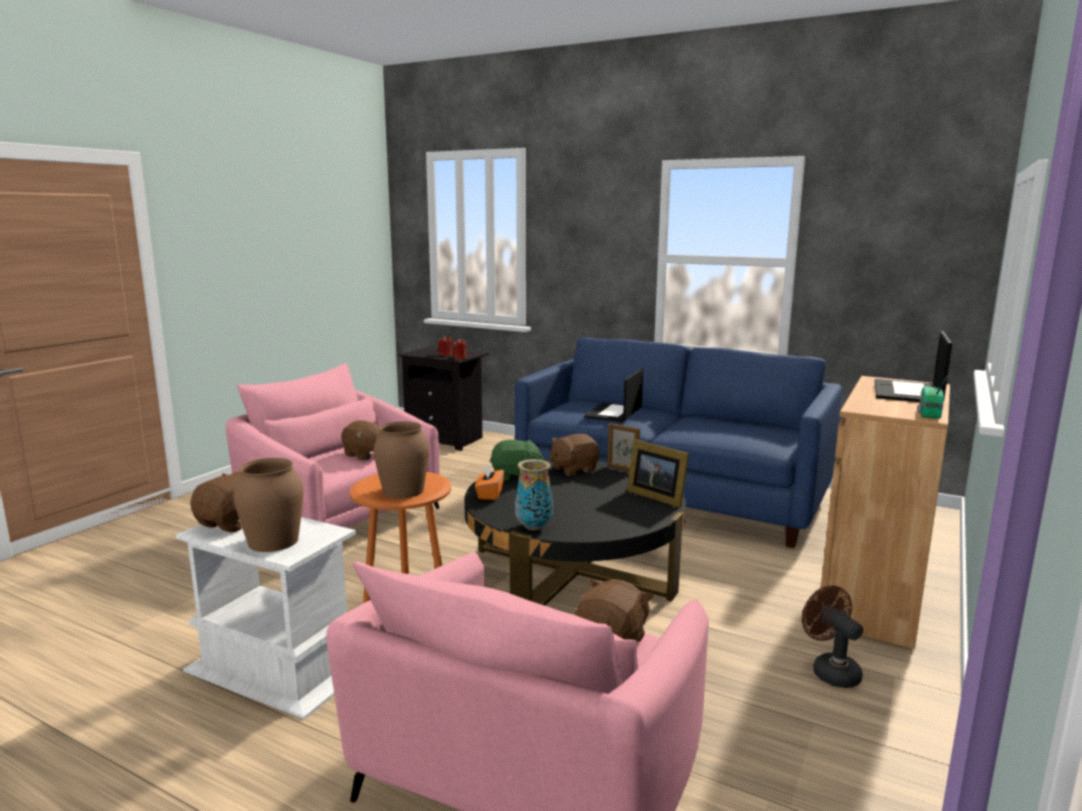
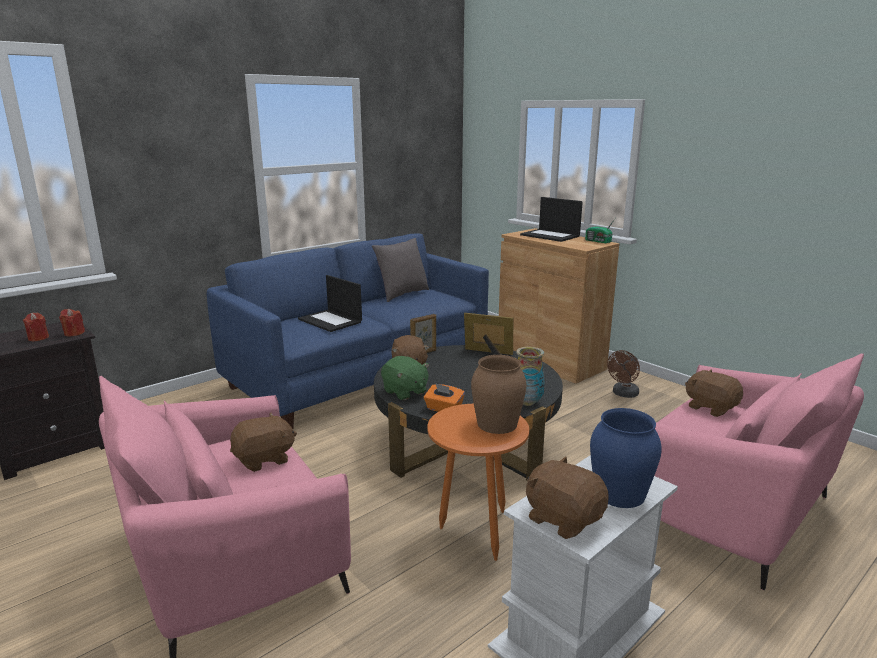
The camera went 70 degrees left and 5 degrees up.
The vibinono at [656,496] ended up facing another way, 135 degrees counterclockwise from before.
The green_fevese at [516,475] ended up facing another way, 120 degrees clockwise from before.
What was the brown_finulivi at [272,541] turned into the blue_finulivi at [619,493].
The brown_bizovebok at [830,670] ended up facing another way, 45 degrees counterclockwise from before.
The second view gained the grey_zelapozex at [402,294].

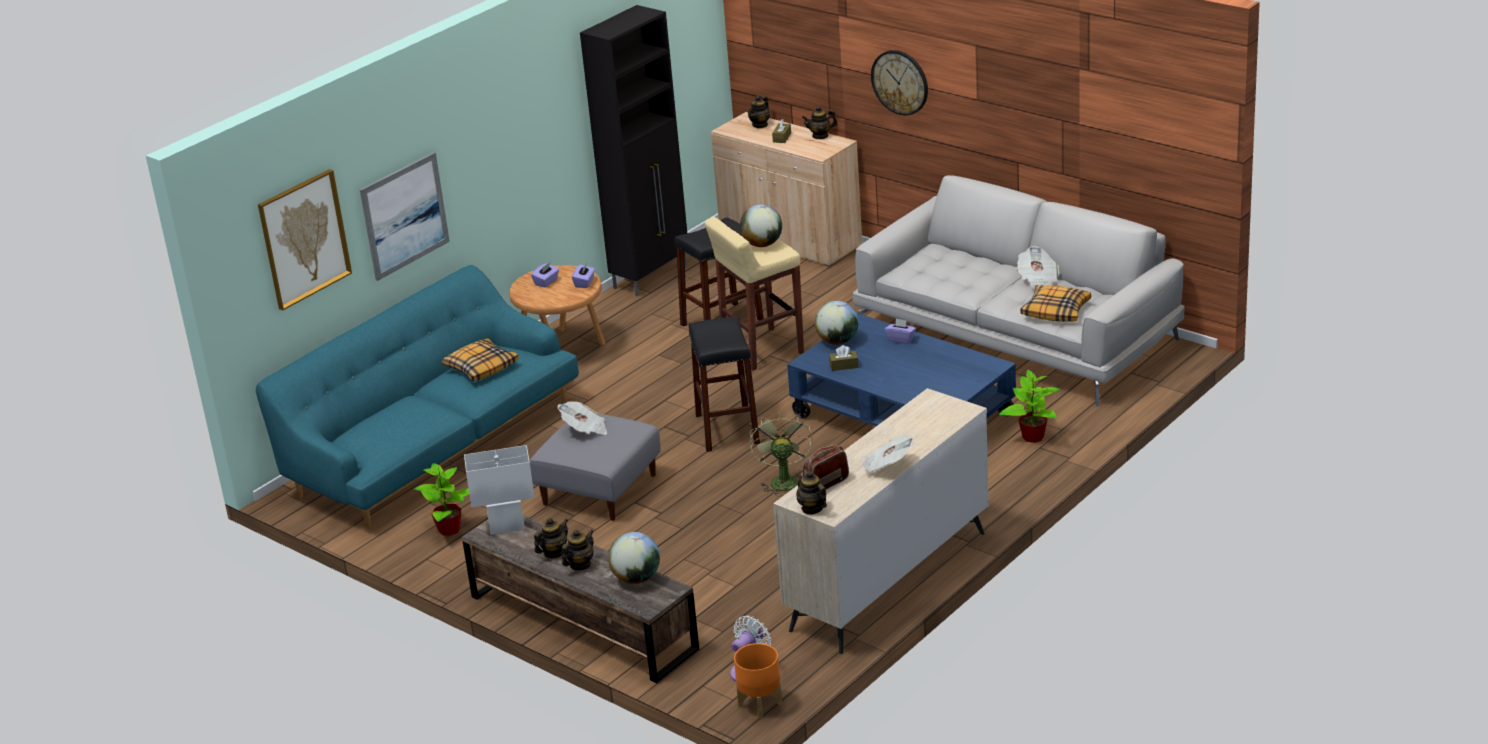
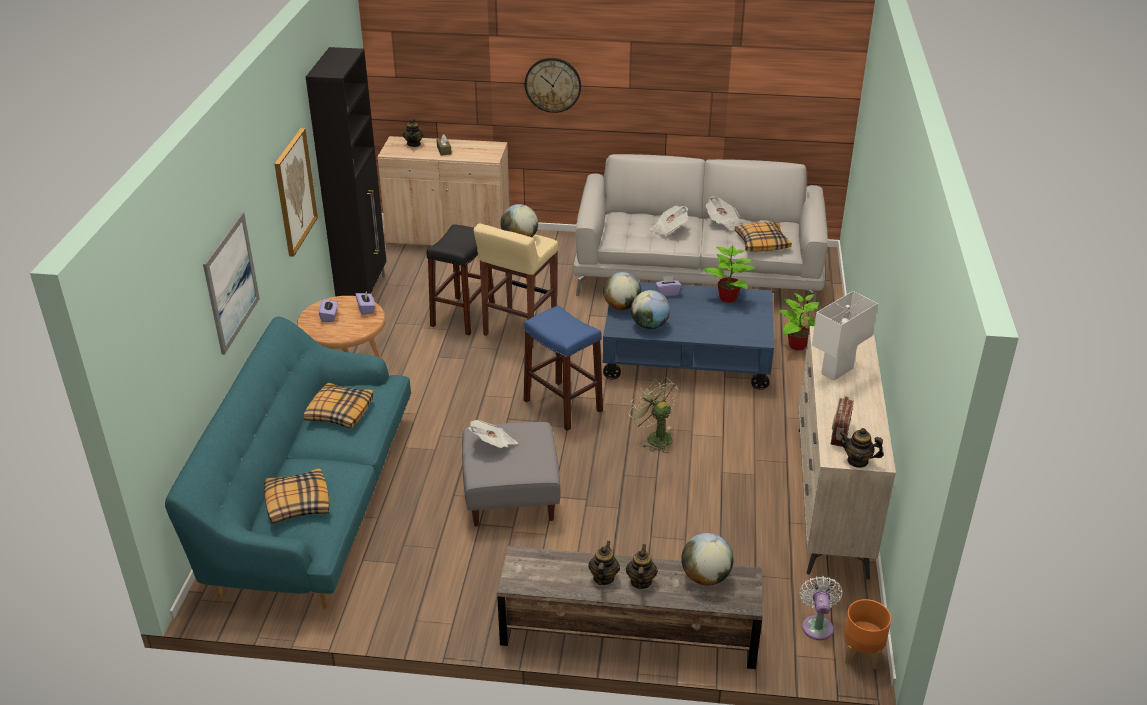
The camera went 35 degrees left and 5 degrees up.
The second view lost the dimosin at [820,136].
The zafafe ended up elsewhere, having gone from [304,239] to [294,192].
What was the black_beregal at [727,429] turned into the blue_beregal at [563,405].
Where the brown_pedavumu stood at [844,366], the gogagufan came to stand at [649,326].
The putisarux ended up elsewhere, having gone from [886,466] to [668,229].
The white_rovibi ended up elsewhere, having gone from [507,527] to [837,371].
The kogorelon ended up elsewhere, having gone from [450,530] to [729,298].
The second view gained the zelapozex at [297,503].

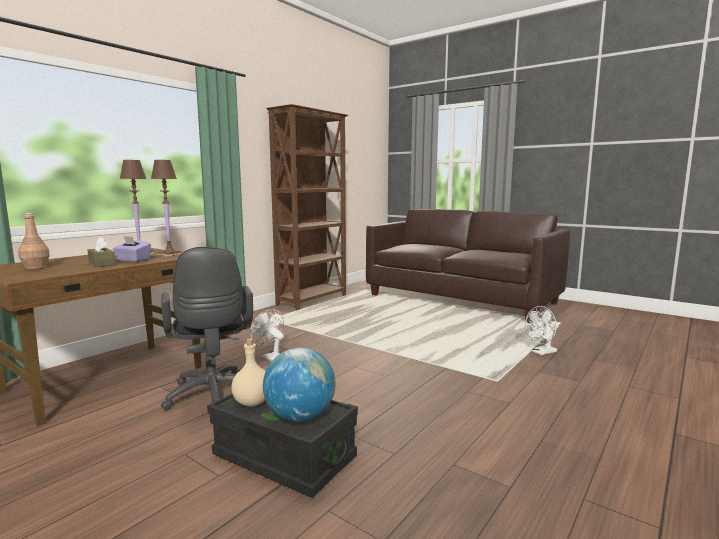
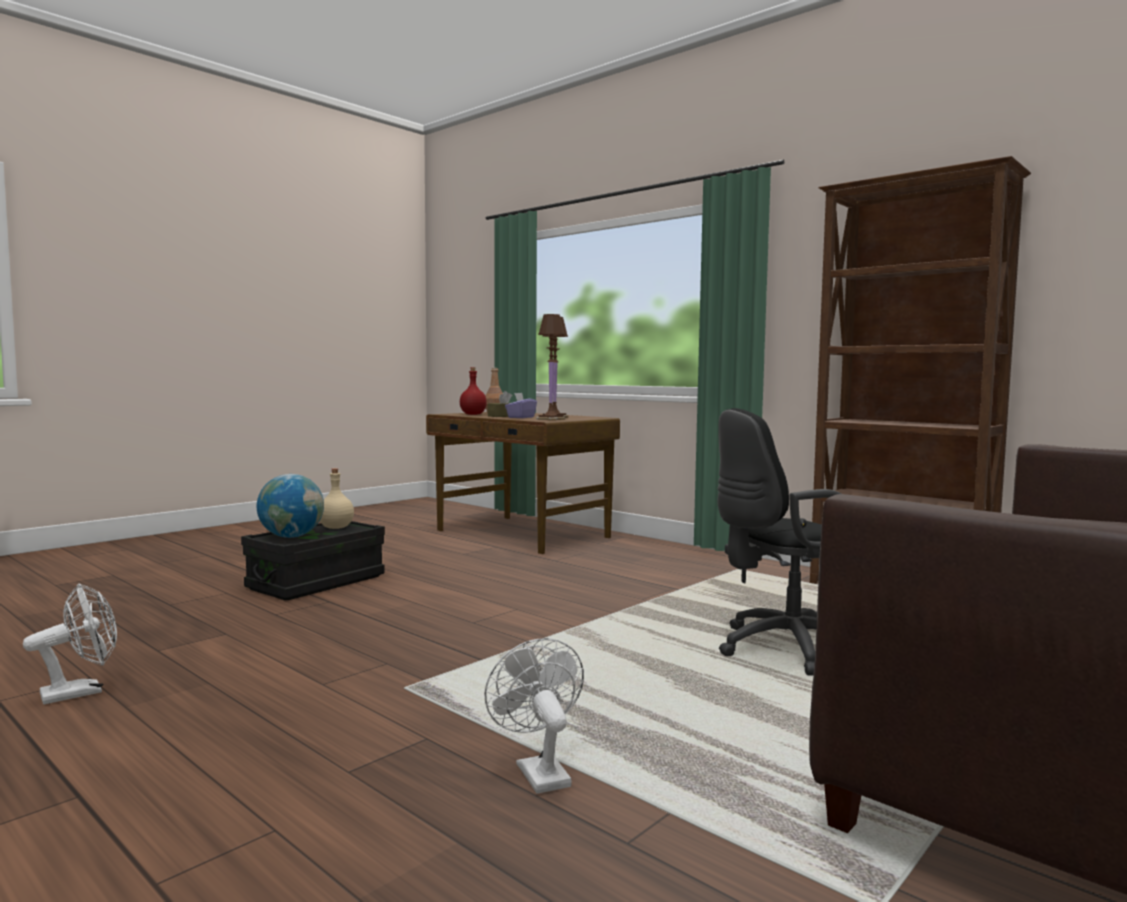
The camera went 95 degrees right and 5 degrees down.
The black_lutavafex ended up elsewhere, having gone from [212,397] to [782,649].
The white_bizovebok ended up elsewhere, having gone from [270,357] to [81,692].
The second view gained the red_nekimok at [473,414].

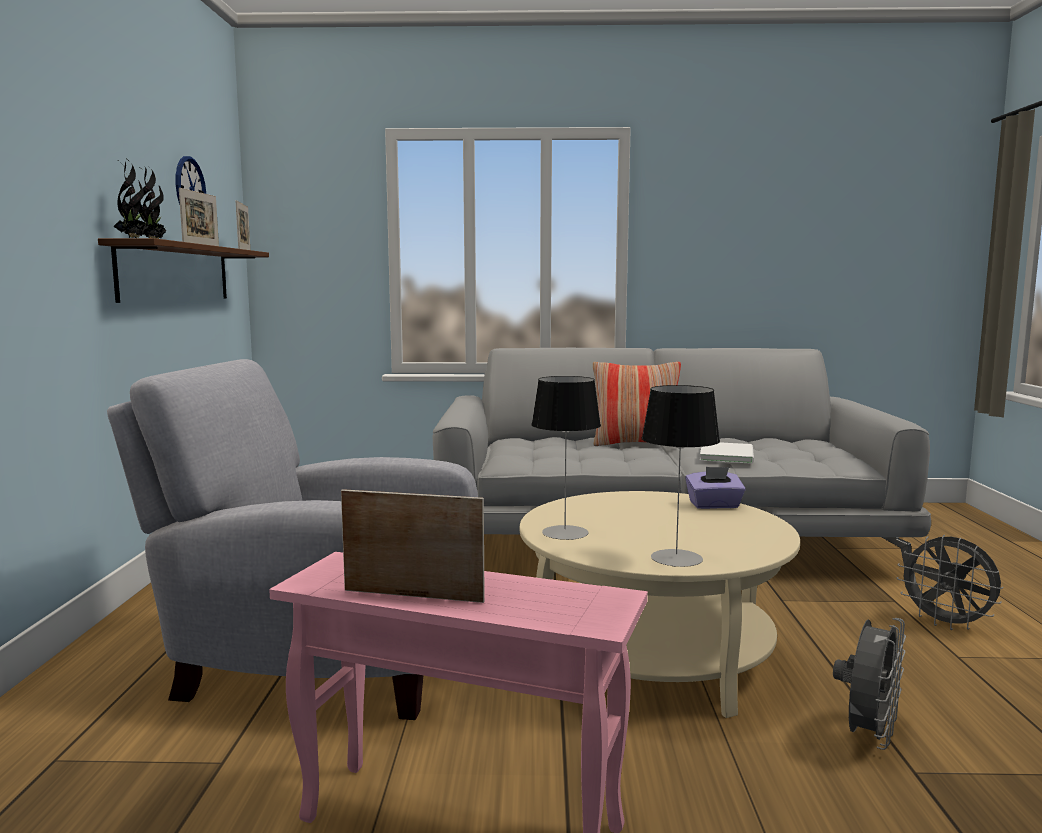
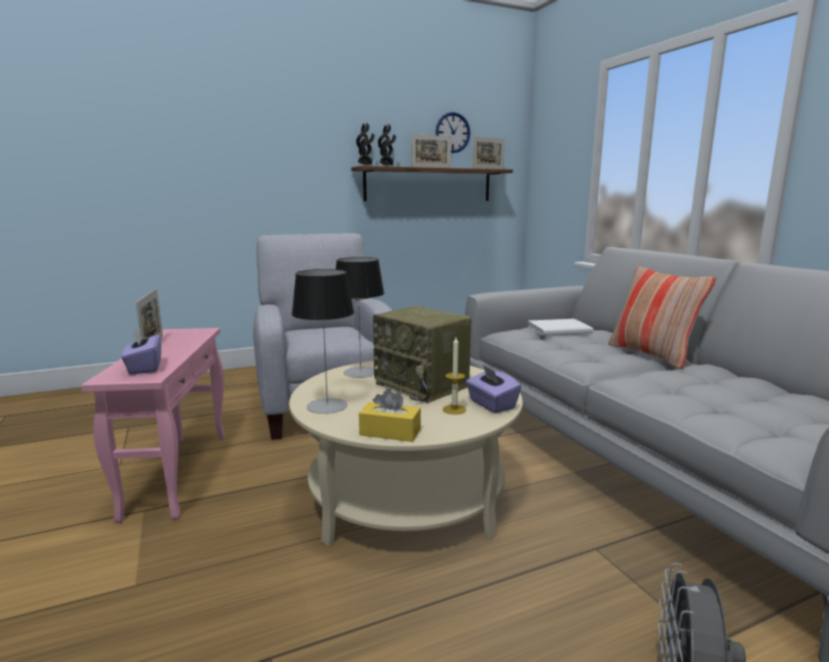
The camera went 65 degrees right and 5 degrees up.
The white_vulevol ended up elsewhere, having gone from [728,455] to [561,329].
The second view lost the grey_bizovebok at [868,736].
The second view gained the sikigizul at [423,385].
The second view gained the purple_pedavumu at [144,368].
The second view gained the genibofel at [454,409].
The second view gained the yellow_pedavumu at [390,432].

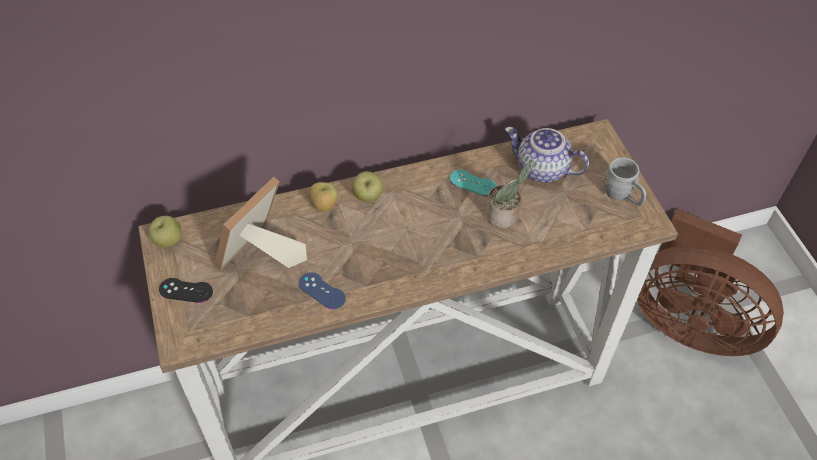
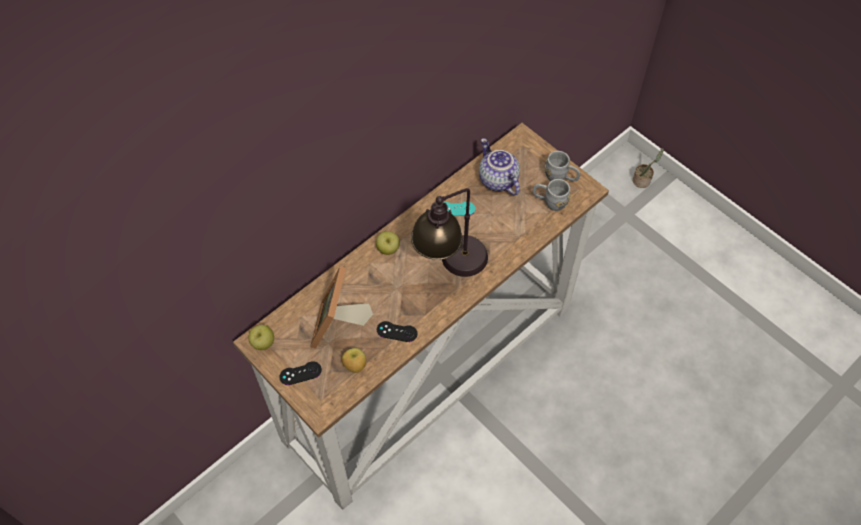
The camera went 25 degrees left and 5 degrees up.
The dimosin at [541,170] ended up facing another way, 60 degrees clockwise from before.
The kogorelon ended up elsewhere, having gone from [504,216] to [642,181].
The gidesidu ended up elsewhere, having gone from [323,206] to [354,366].
The second view lost the brown_bizovebok at [688,322].
What was the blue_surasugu at [322,291] turned into the black_surasugu at [397,331].
The second view gained the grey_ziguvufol at [550,202].
The second view gained the rovibi at [450,267].

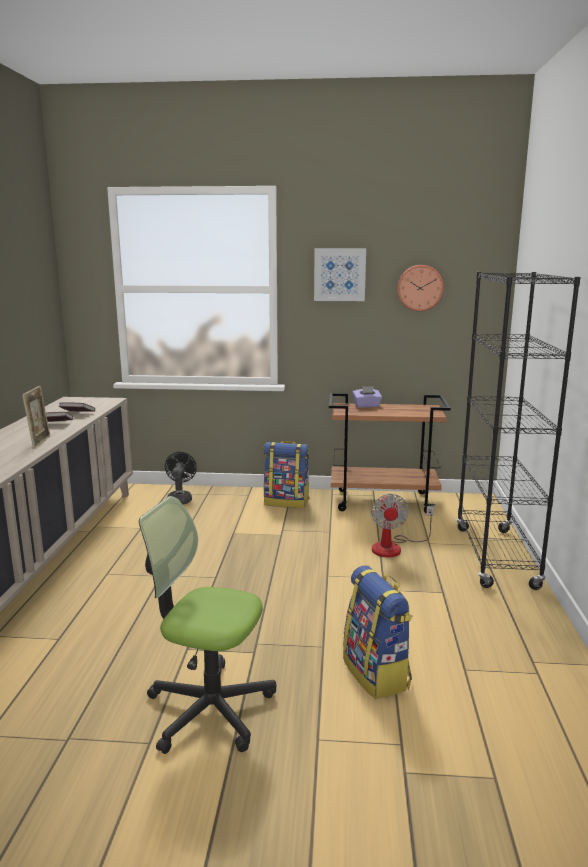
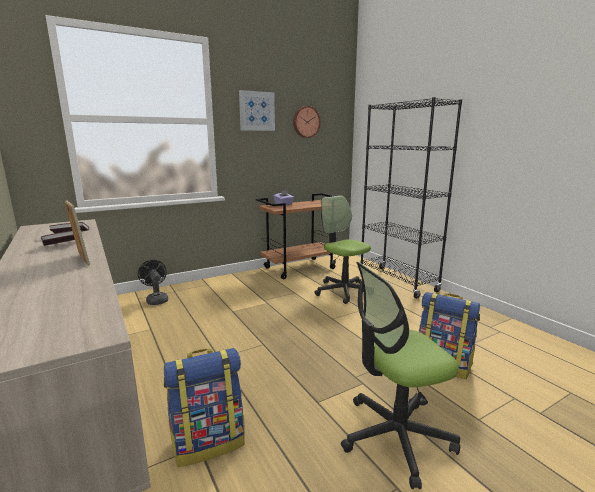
The camera went 35 degrees left and 0 degrees up.
The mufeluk ended up elsewhere, having gone from [287,502] to [209,441].
Where the bizovebok stood at [394,547], the lutavafex came to stand at [343,291].

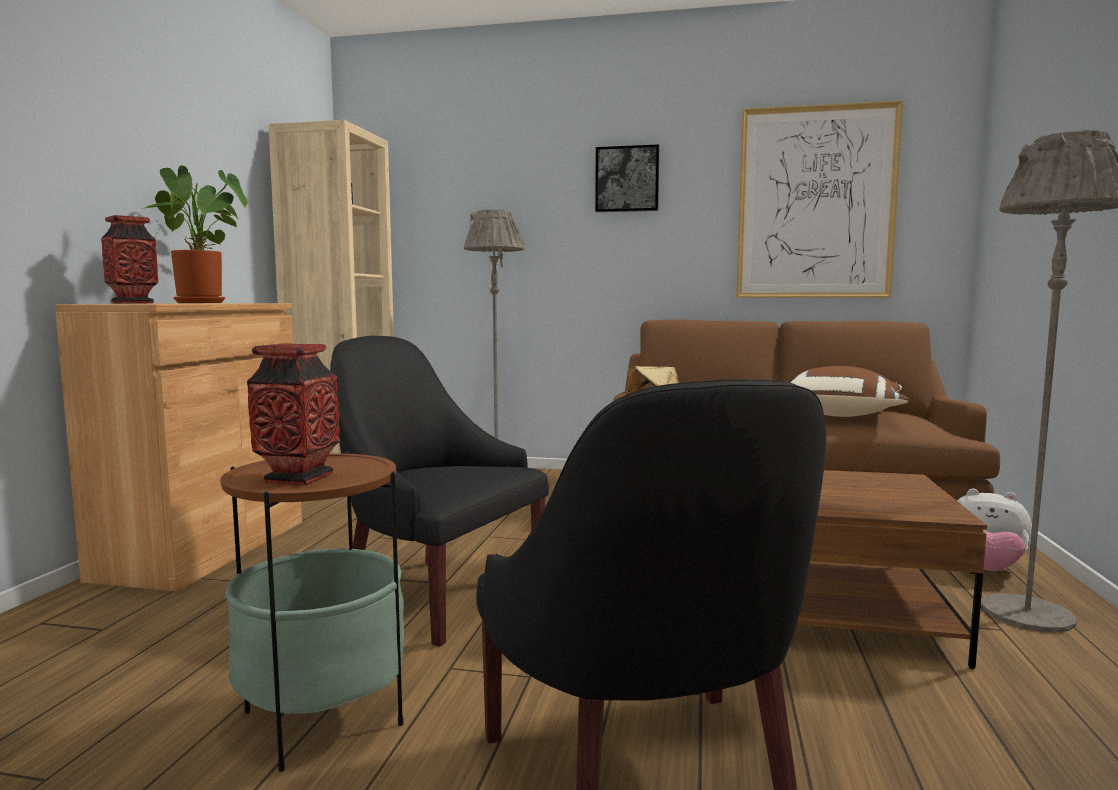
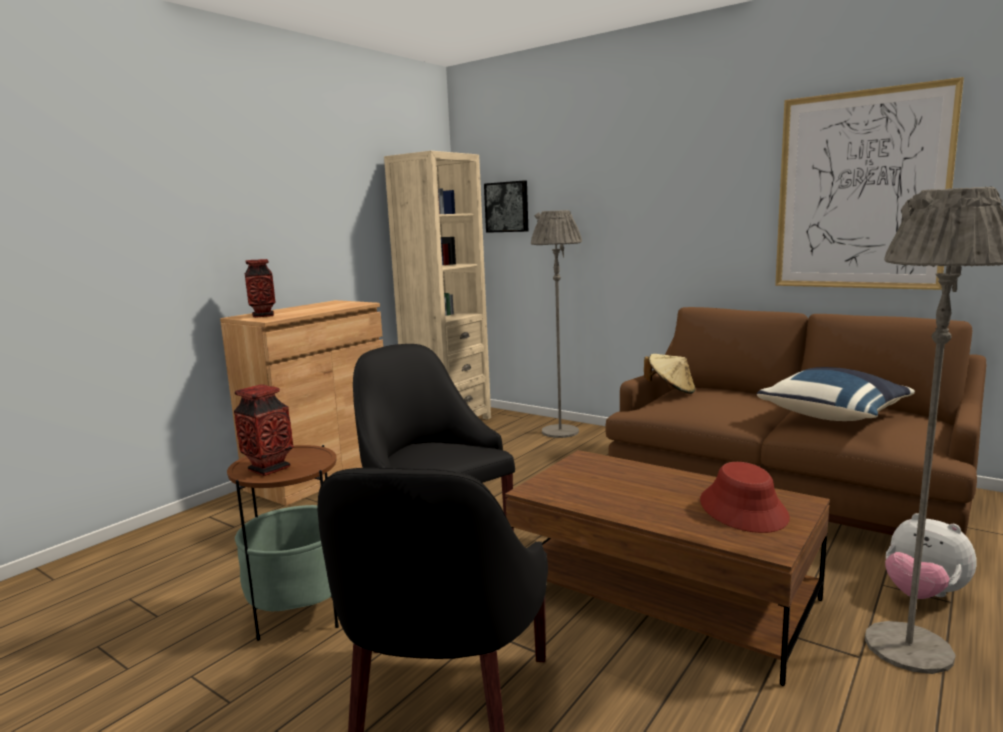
The camera went 25 degrees right and 5 degrees up.
The zafafe ended up elsewhere, having gone from [627,179] to [507,207].
The second view lost the kogorelon at [204,303].
What was the brown_zelapozex at [841,415] turned into the blue_zelapozex at [835,416].
The second view gained the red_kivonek at [743,509].

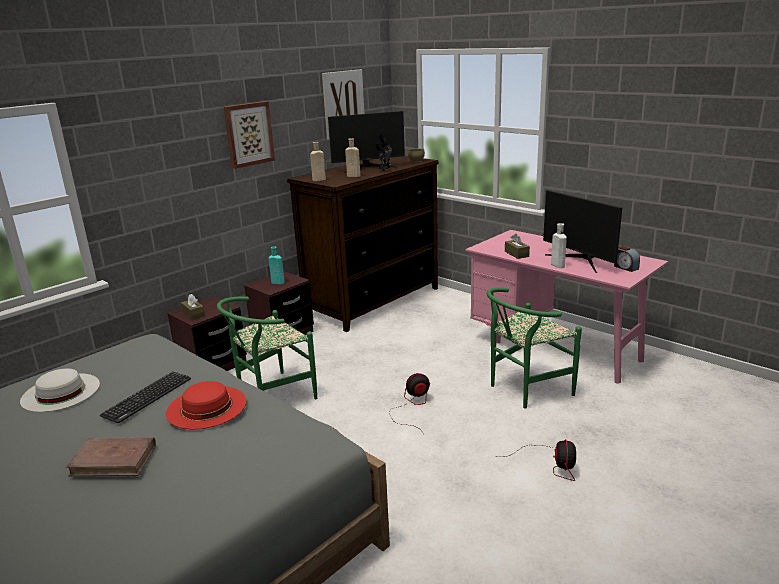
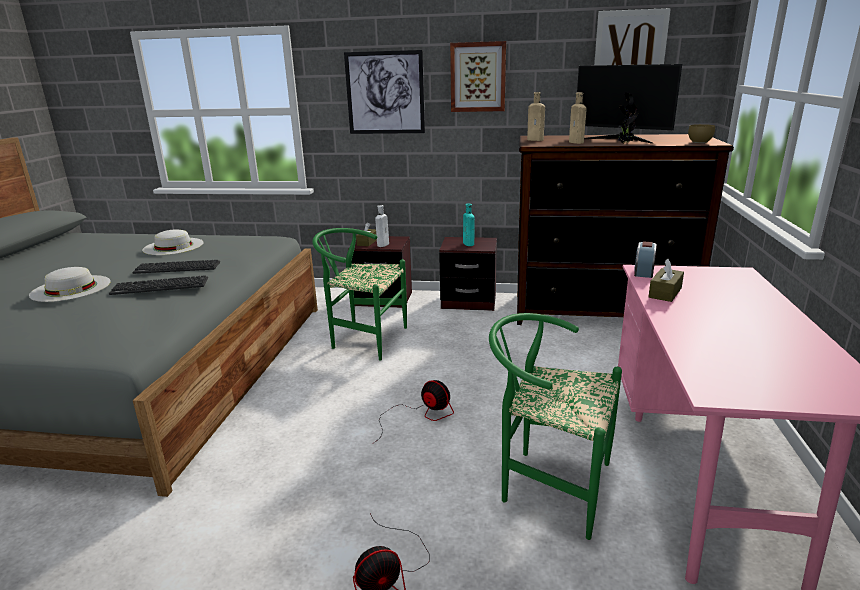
The camera went 55 degrees right and 0 degrees up.
The second view lost the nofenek at [579,260].
The white_nekimok ended up elsewhere, having gone from [557,265] to [383,244].
The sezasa ended up elsewhere, having gone from [625,267] to [643,271].
Where the red_kivonek stood at [206,407], the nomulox came to stand at [160,286].
Where the brown_vulevol stood at [114,460], the white_kivonek came to stand at [71,288].
The second view gained the zafafe at [385,93].

